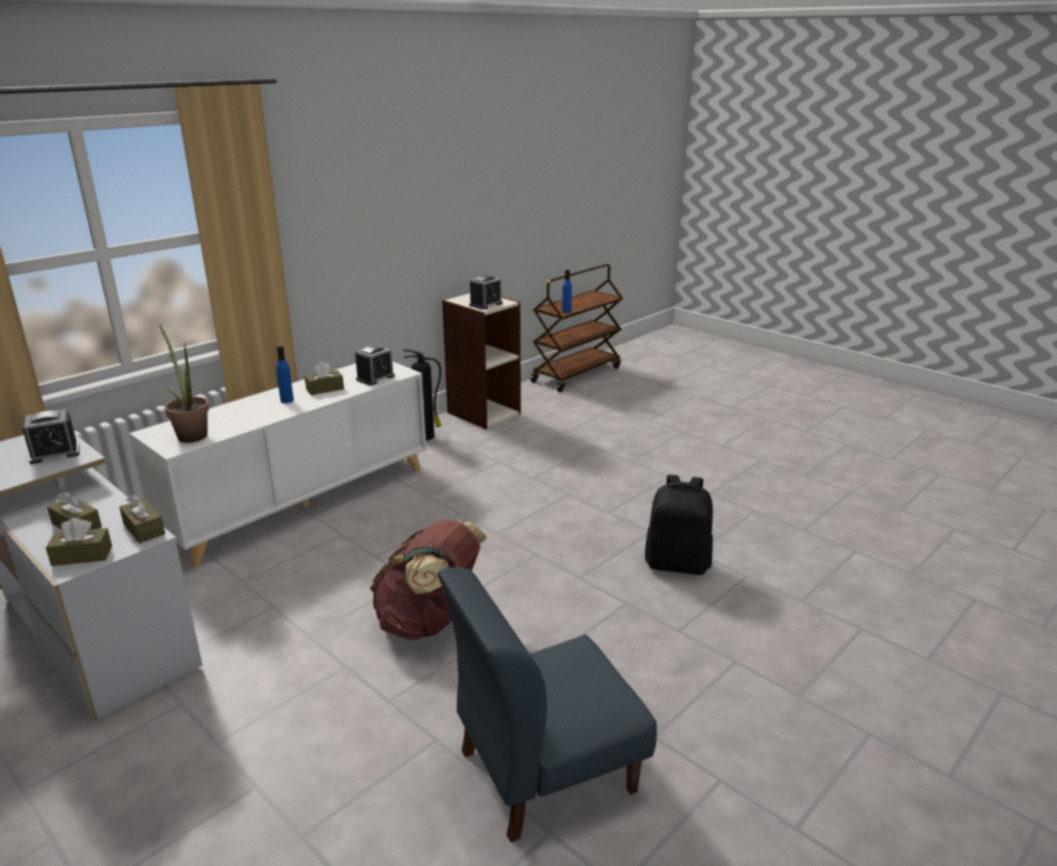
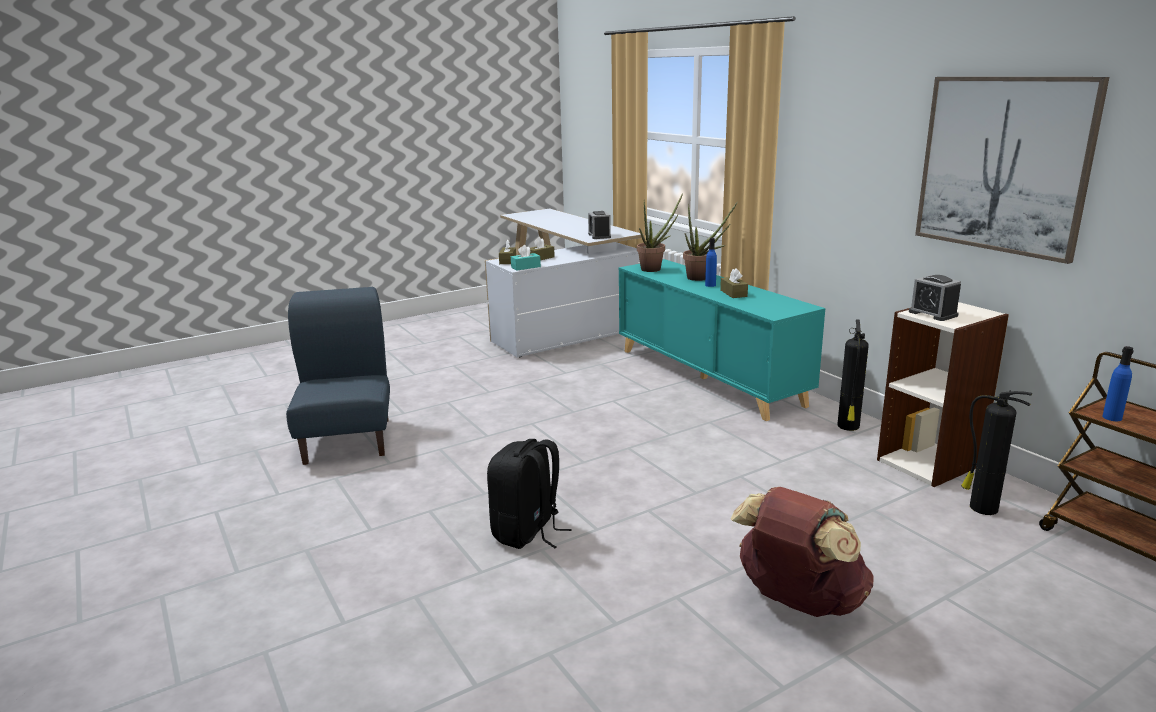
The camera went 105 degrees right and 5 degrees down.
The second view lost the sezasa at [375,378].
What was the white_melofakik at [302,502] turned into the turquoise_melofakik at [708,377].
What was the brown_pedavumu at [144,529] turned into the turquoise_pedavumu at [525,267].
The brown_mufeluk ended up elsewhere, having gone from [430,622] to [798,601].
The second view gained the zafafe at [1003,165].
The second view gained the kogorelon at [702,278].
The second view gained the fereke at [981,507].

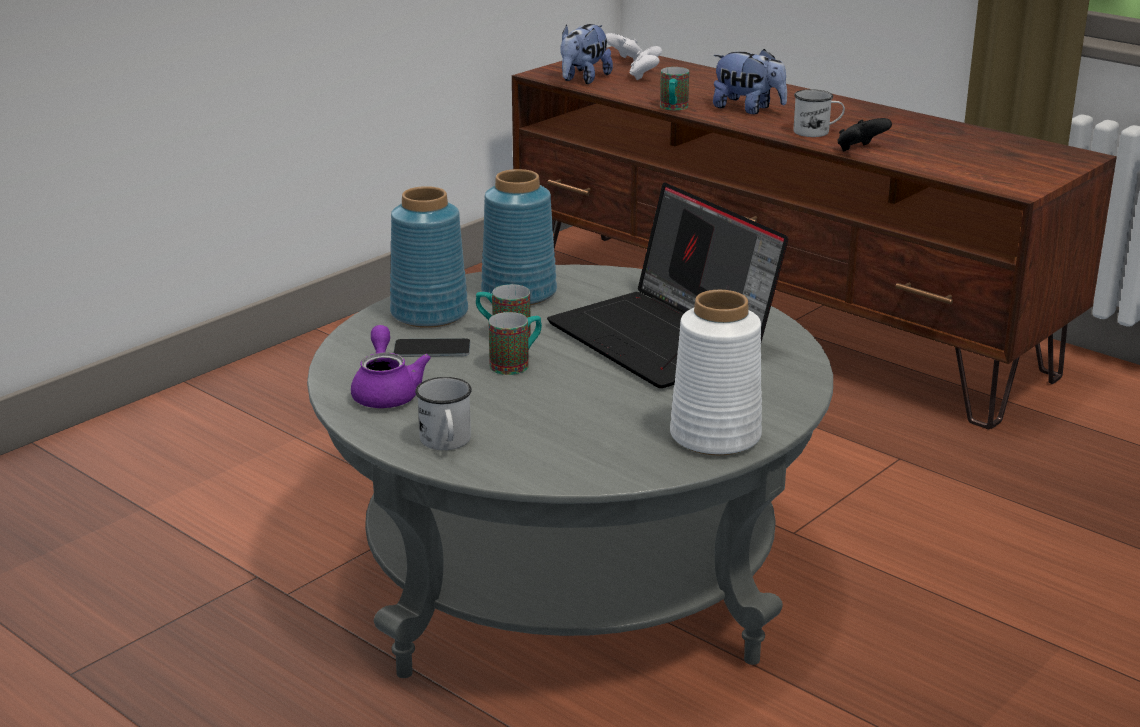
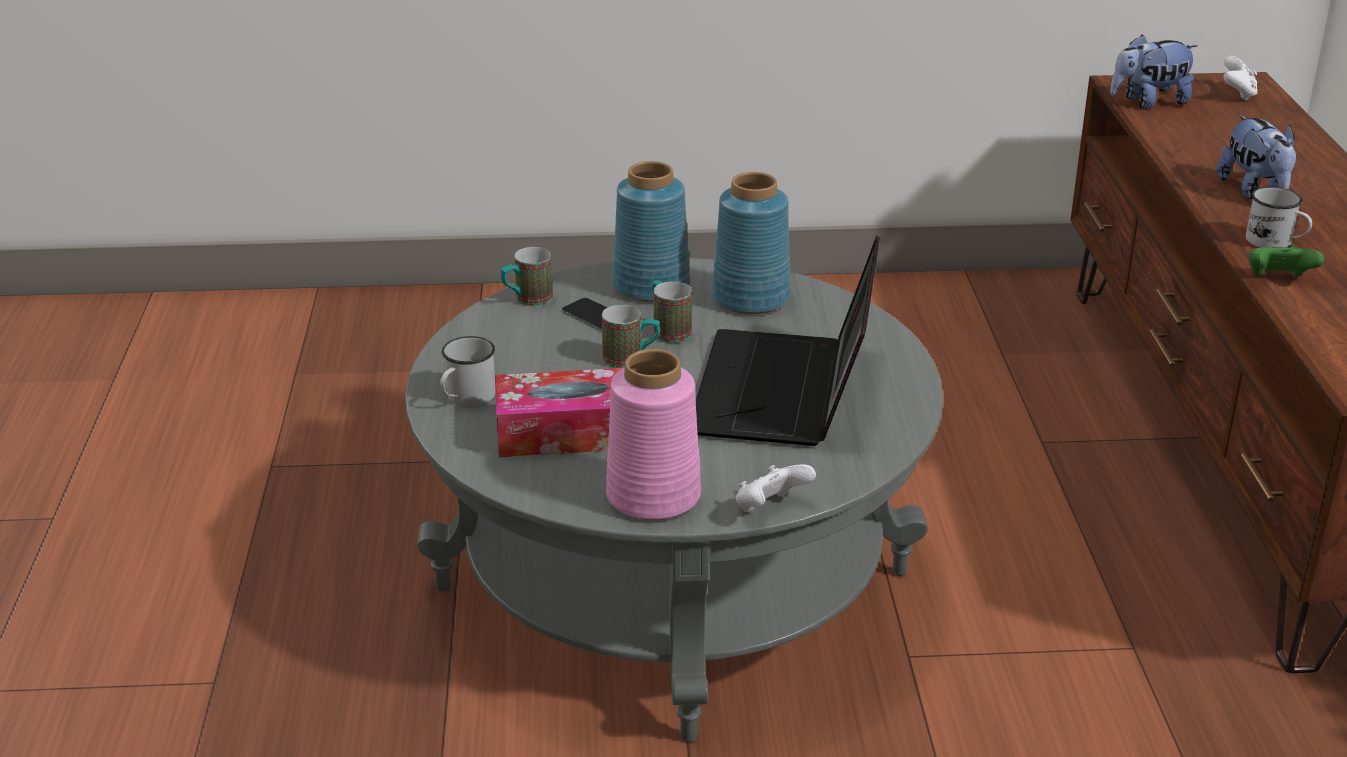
The camera went 45 degrees right and 5 degrees up.
The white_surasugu ended up elsewhere, having gone from [645,77] to [770,509].
The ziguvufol ended up elsewhere, having gone from [673,108] to [527,300].
What was the black_surasugu at [860,150] turned into the green_surasugu at [1278,280].
What was the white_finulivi at [717,436] turned into the pink_finulivi at [654,497].
The second view lost the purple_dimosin at [386,392].
The second view gained the pedavumu at [570,432].

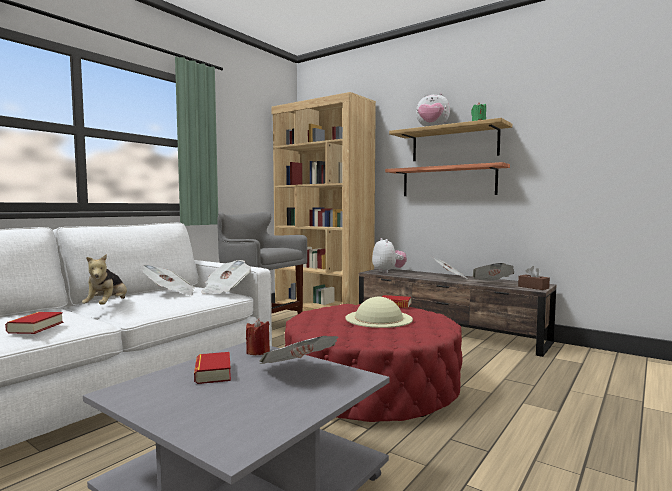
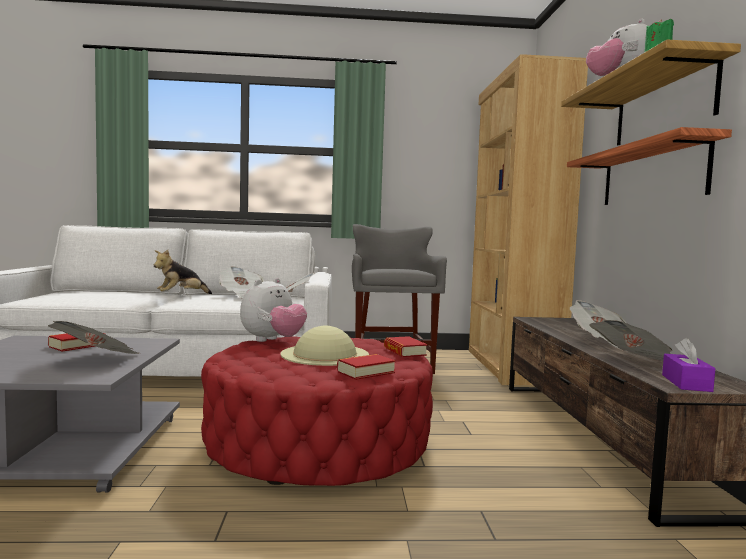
The camera went 50 degrees right and 0 degrees up.
The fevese ended up elsewhere, having gone from [388,272] to [272,341].
What was the brown_pedavumu at [533,287] turned into the purple_pedavumu at [686,383].
The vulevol ended up elsewhere, having gone from [35,327] to [365,372].
The second view lost the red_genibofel at [258,352].

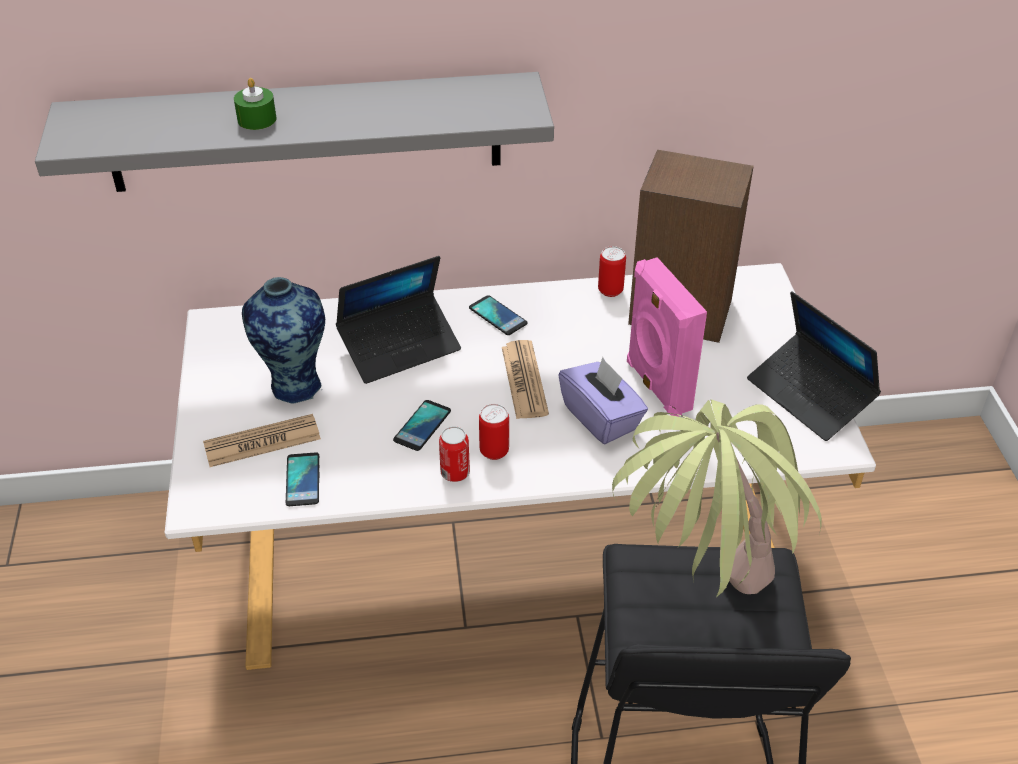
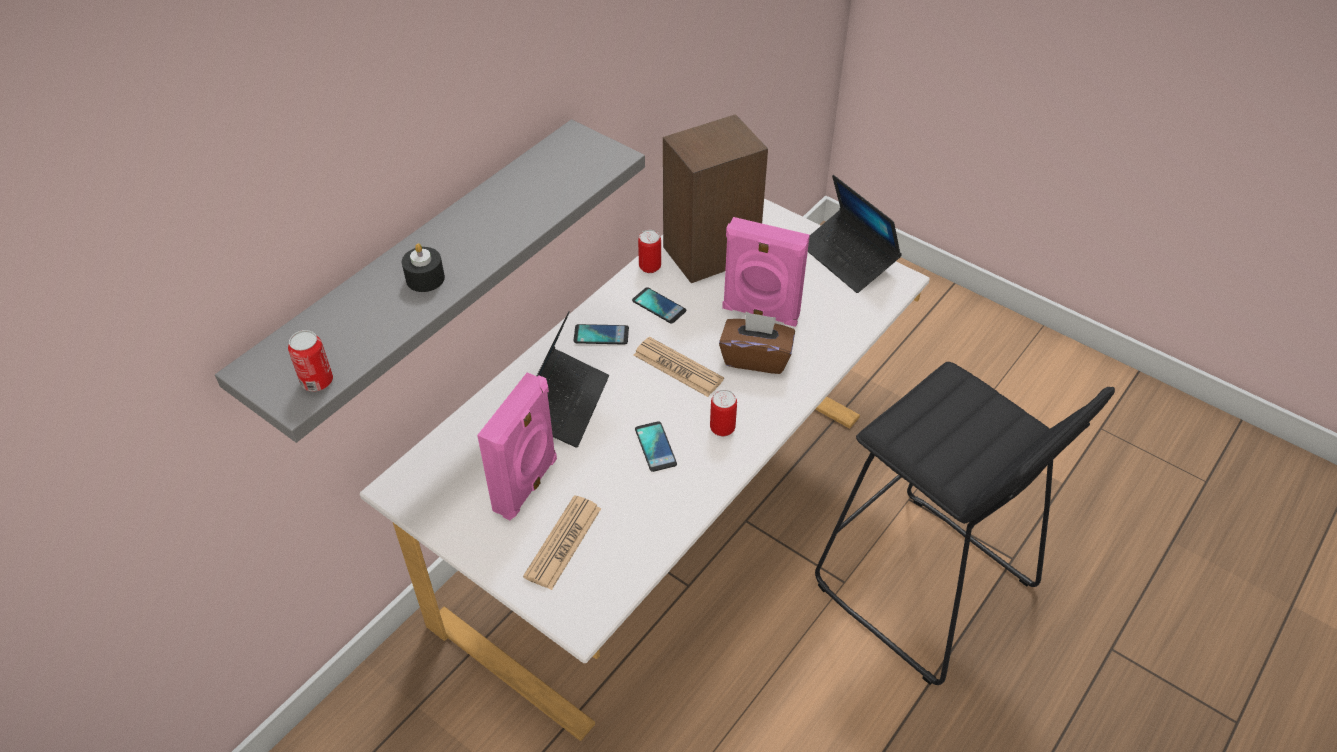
The camera went 45 degrees left and 5 degrees up.
What was the green_genibofel at [257,119] turned into the black_genibofel at [425,278].
Where the finulivi stood at [295,384], the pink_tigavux came to stand at [527,485].
The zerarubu at [810,395] ended up facing another way, 45 degrees clockwise from before.
What was the purple_pedavumu at [601,418] turned into the brown_pedavumu at [756,358].
The second view lost the kogorelon at [697,601].
The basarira ended up elsewhere, having gone from [455,472] to [317,381].
The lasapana ended up elsewhere, having gone from [303,480] to [659,306].

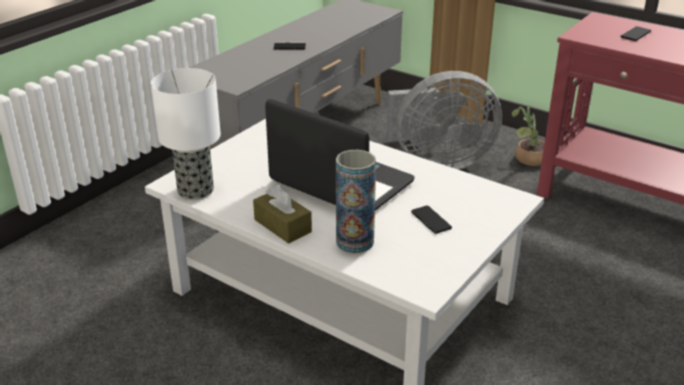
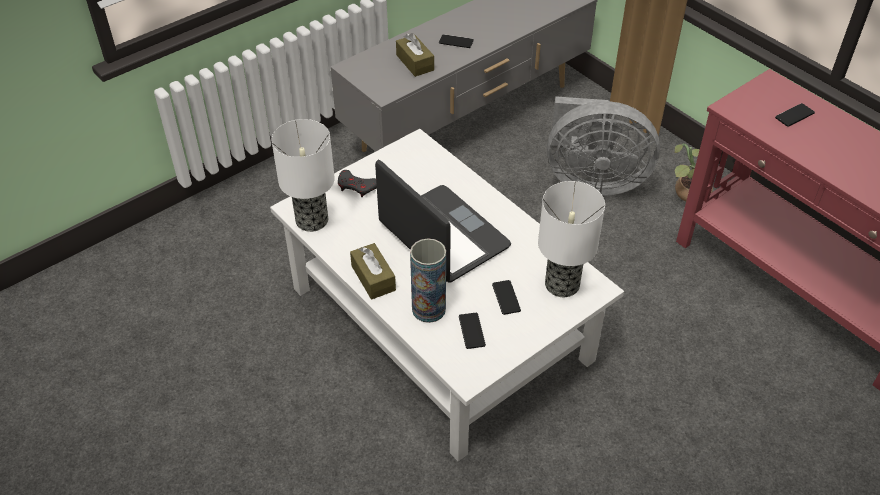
The camera went 15 degrees right and 15 degrees up.
The second view gained the brown_pedavumu at [415,62].
The second view gained the grey_surasugu at [357,186].
The second view gained the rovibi at [561,284].
The second view gained the lasapana at [471,331].

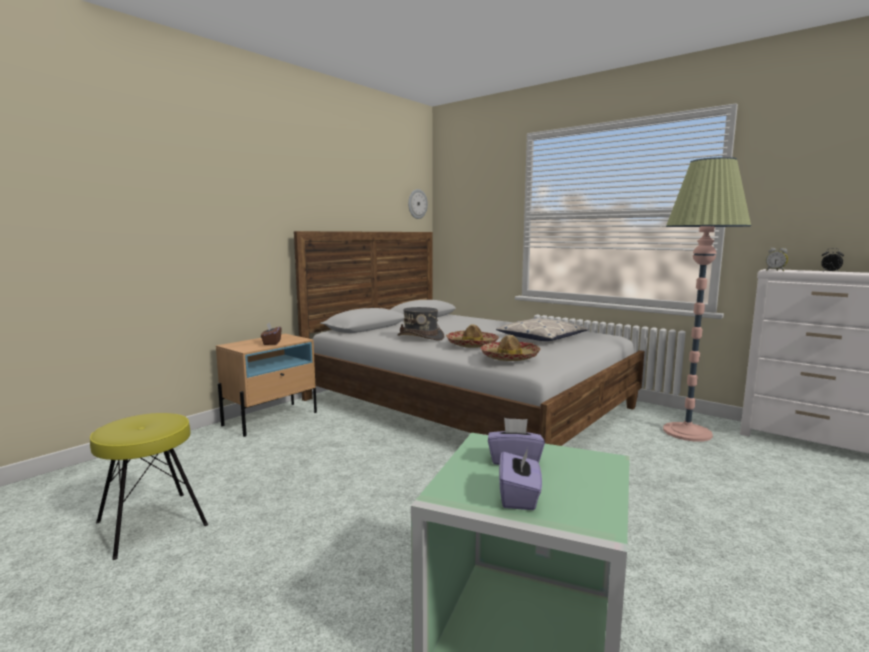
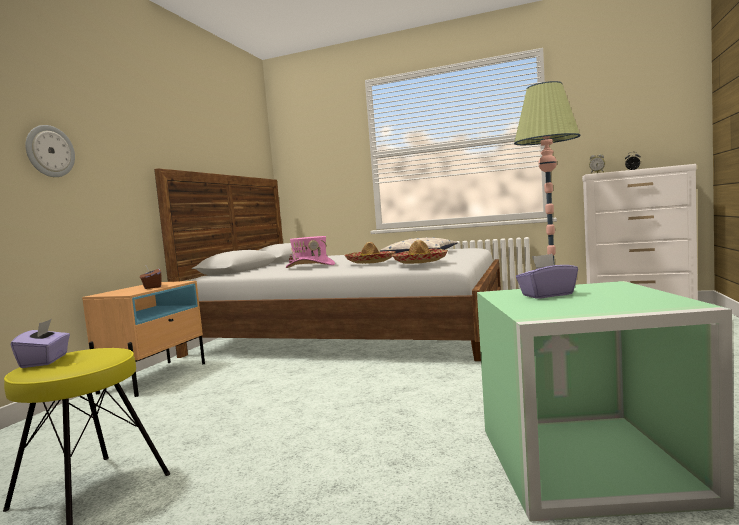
The camera went 20 degrees left and 5 degrees down.
The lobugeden ended up elsewhere, having gone from [417,204] to [49,151].
What was the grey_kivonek at [420,337] turned into the pink_kivonek at [310,266].
The purple_pedavumu ended up elsewhere, having gone from [519,497] to [45,361].

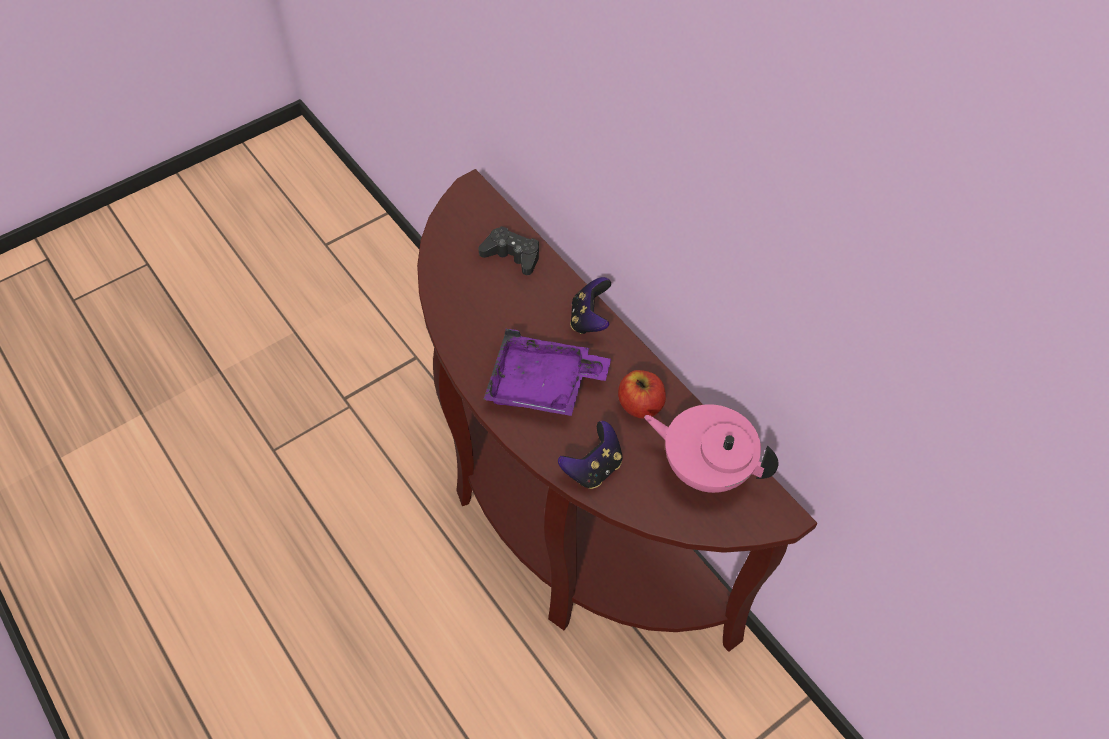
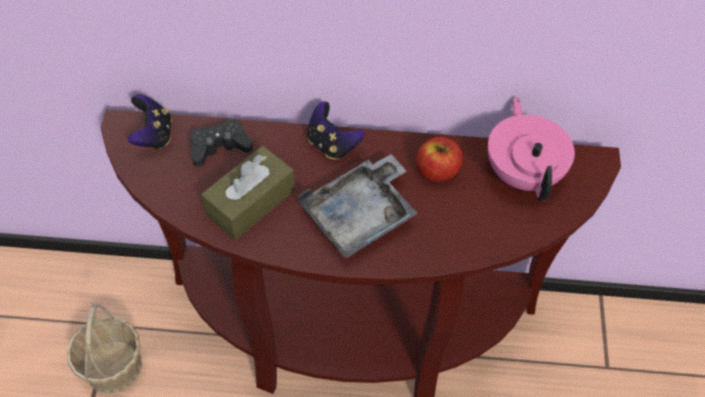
The camera went 50 degrees left and 0 degrees up.
What was the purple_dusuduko at [543,386] turned into the grey_dusuduko at [361,215].
The pink_dimosin at [705,467] ended up facing another way, 105 degrees clockwise from before.
The surasugu ended up elsewhere, having gone from [593,468] to [153,135].
The second view gained the brown_pedavumu at [250,202].
The second view gained the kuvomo at [114,366].

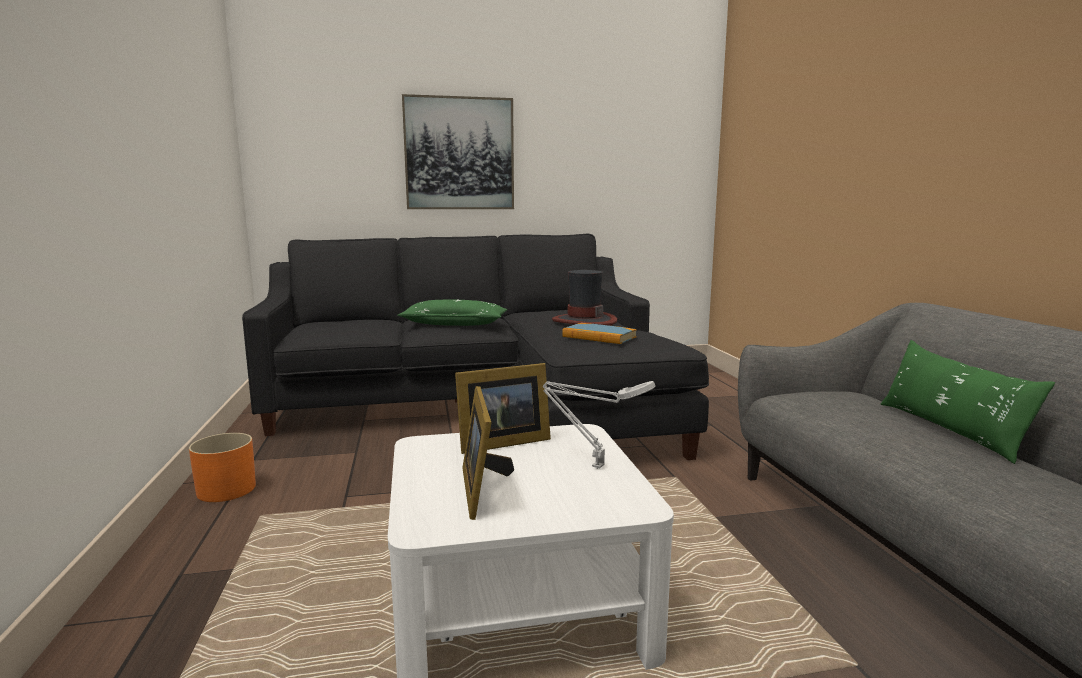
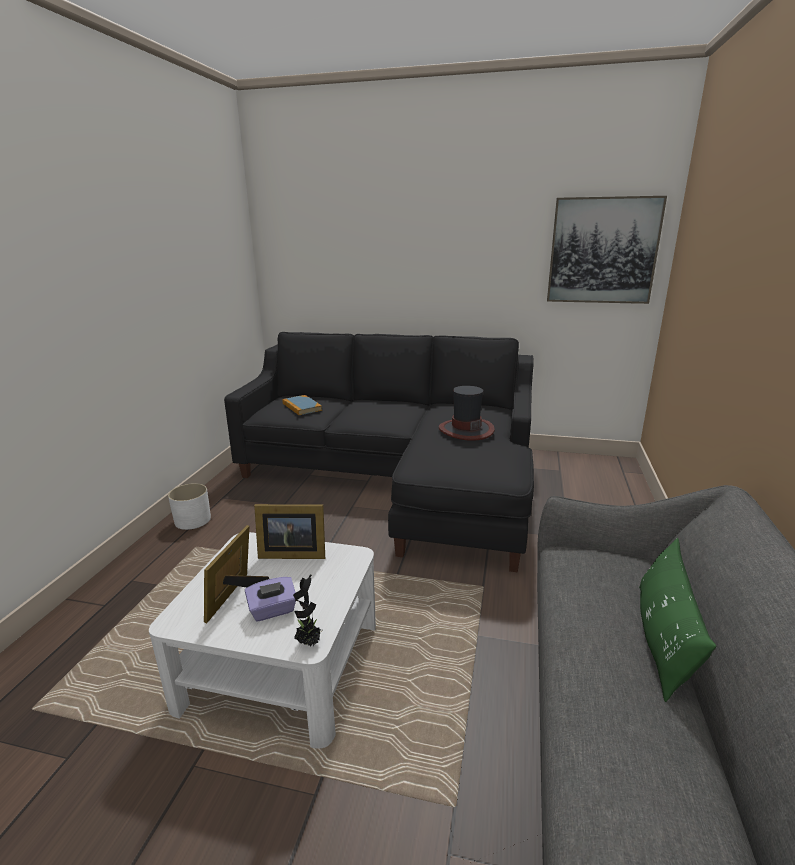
The camera went 25 degrees right and 10 degrees up.
The zafafe ended up elsewhere, having gone from [459,154] to [603,251].
The second view lost the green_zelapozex at [454,324].
The vulevol ended up elsewhere, having gone from [599,337] to [302,407].
The second view lost the grey_rovibi at [594,466].
What was the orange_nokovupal at [226,489] turned into the white_nokovupal at [193,520].
The second view gained the kogorelon at [309,642].
The second view gained the purple_pedavumu at [273,610].

